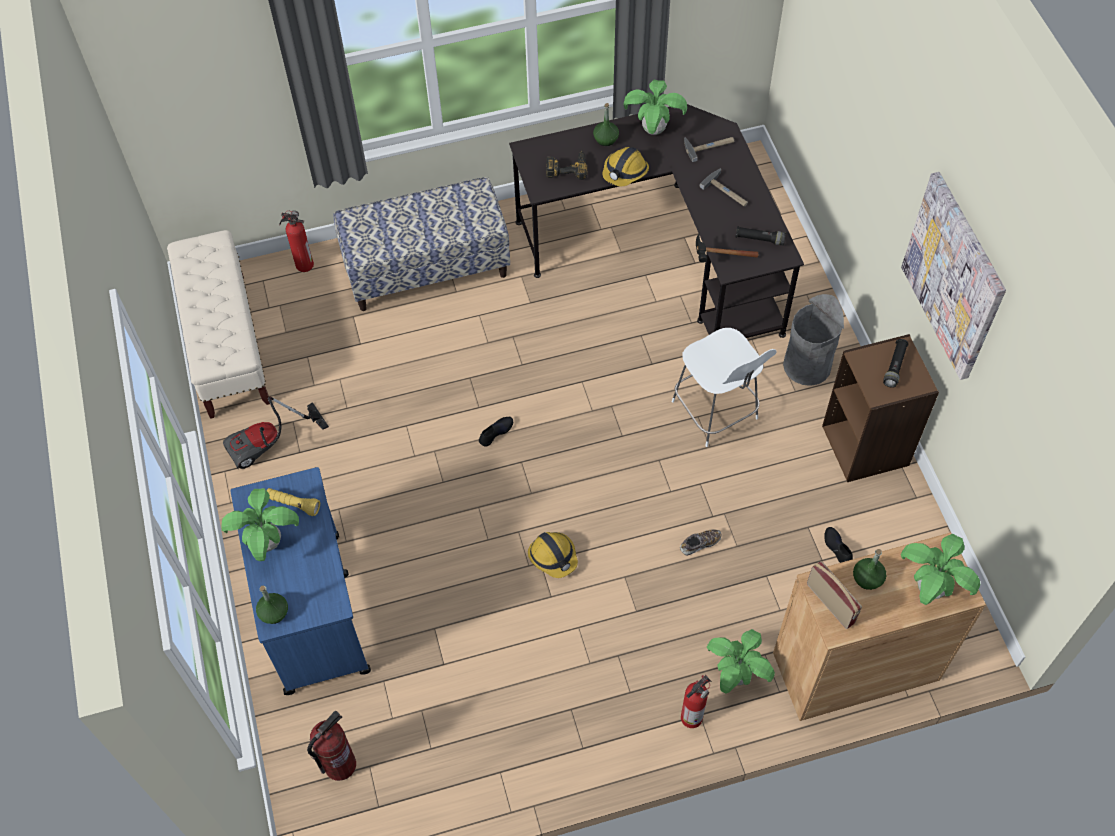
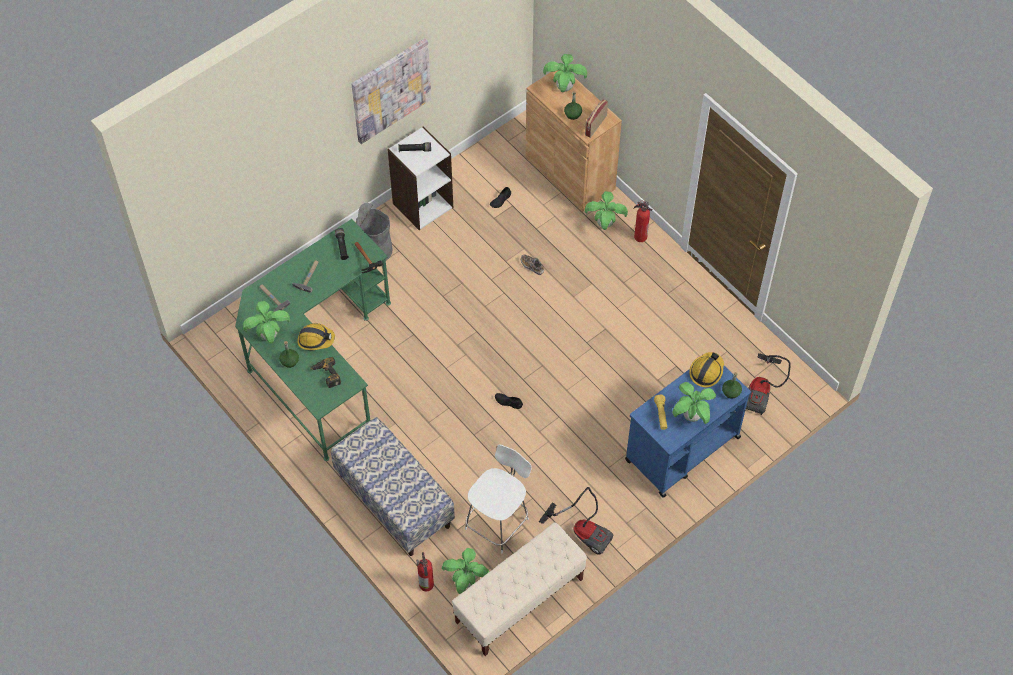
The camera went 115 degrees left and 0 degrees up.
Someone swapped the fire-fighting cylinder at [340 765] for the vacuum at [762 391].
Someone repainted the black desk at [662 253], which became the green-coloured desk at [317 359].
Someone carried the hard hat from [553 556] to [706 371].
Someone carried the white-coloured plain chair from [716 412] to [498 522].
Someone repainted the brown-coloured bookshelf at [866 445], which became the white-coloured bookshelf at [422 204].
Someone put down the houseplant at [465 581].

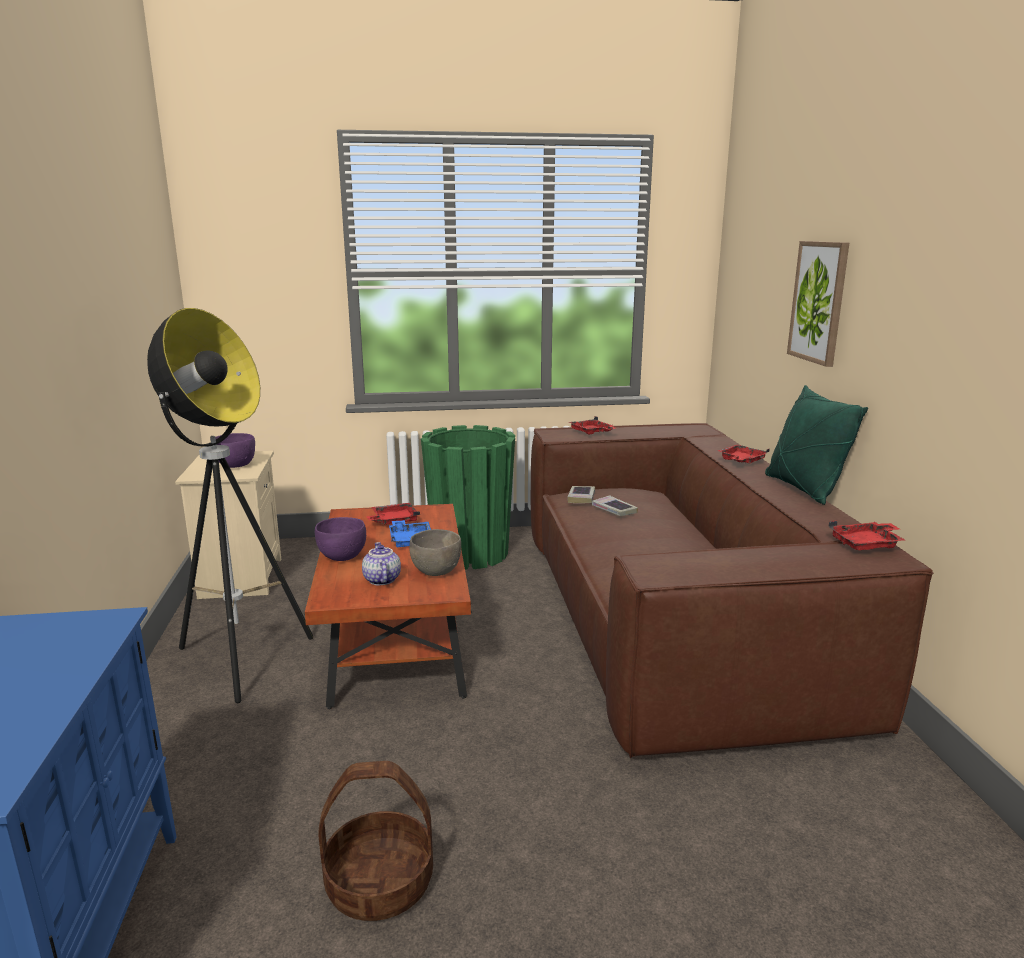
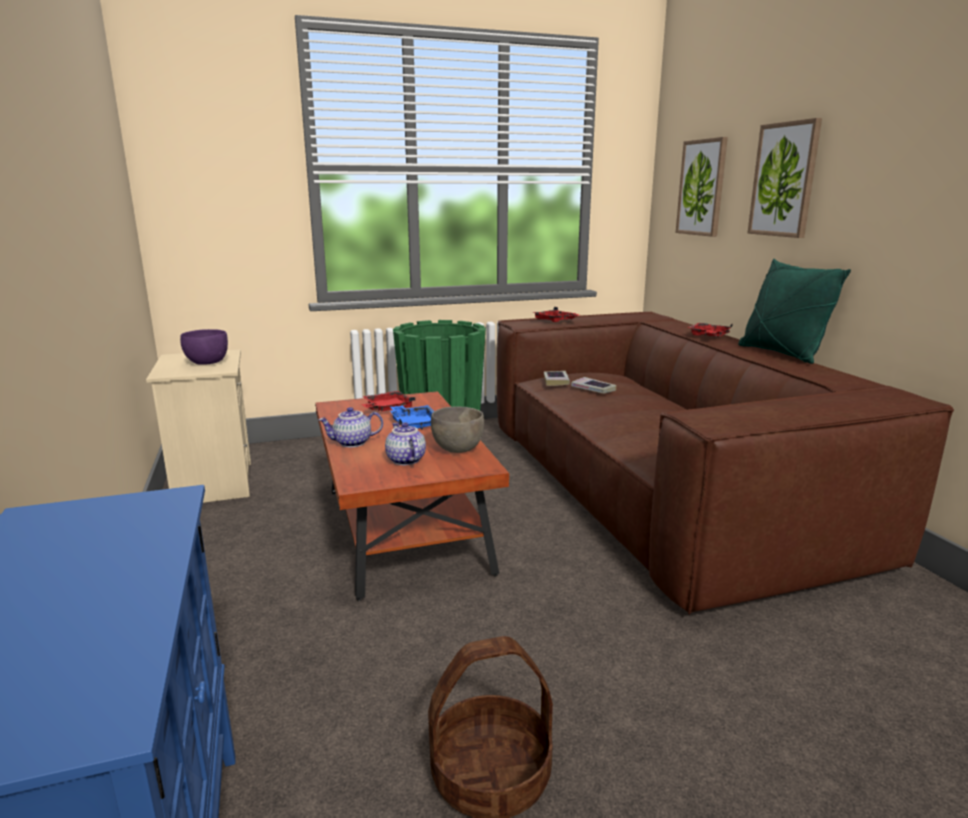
The camera went 10 degrees left and 0 degrees up.
Someone took away the standard lamp at [241 661].
Someone swapped the purple-coloured deep dish at [342 557] for the teapot at [352 443].
Someone took away the red-coloured carrying tray at [866 544].
Someone put up the picture at [702 188].

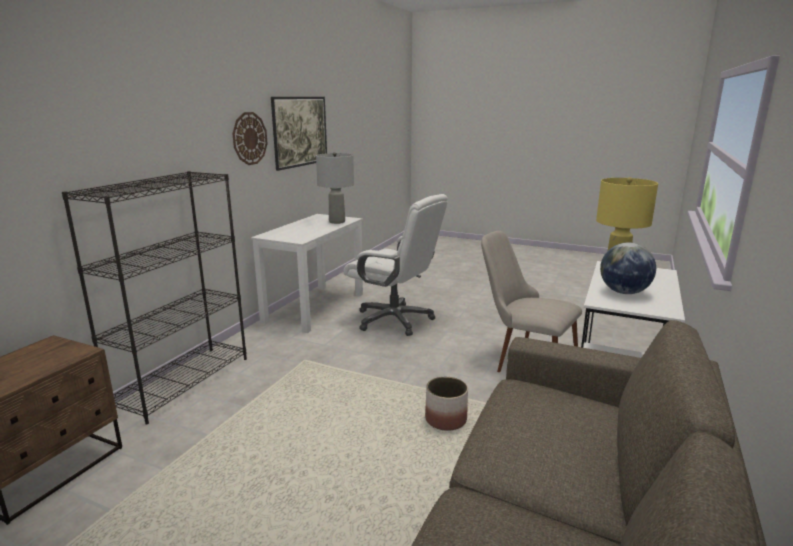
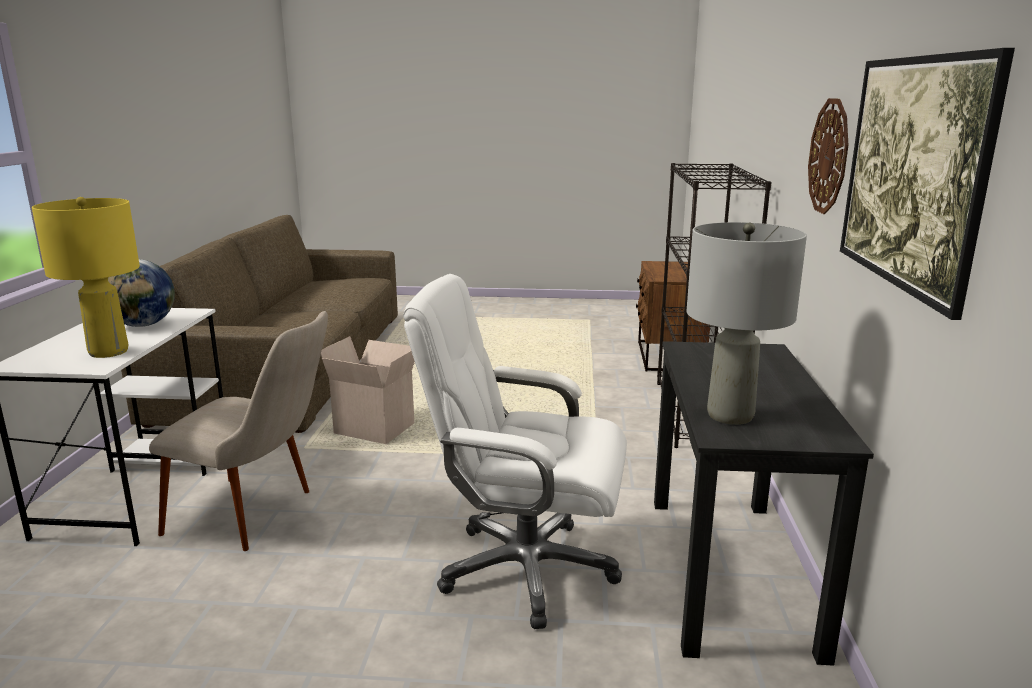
The camera went 160 degrees right and 0 degrees up.
Someone repainted the white-coloured desk at [315 307], which became the black desk at [729 571].
Someone swapped the flower pot at [445 419] for the carton at [377 428].

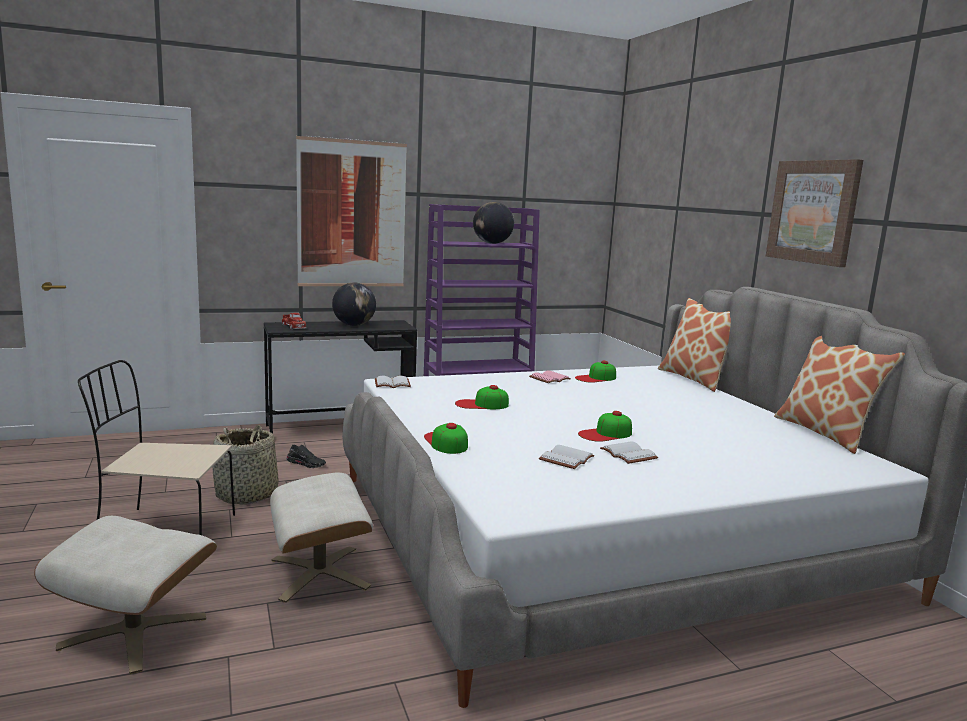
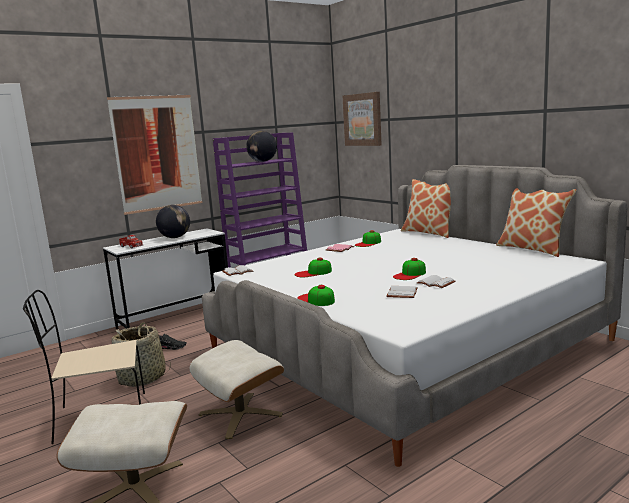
The camera went 15 degrees left and 0 degrees up.
Someone repainted the black desk at [340 428], which became the white-coloured desk at [176 318].
Someone carried the picture from [813 212] to [362 119].

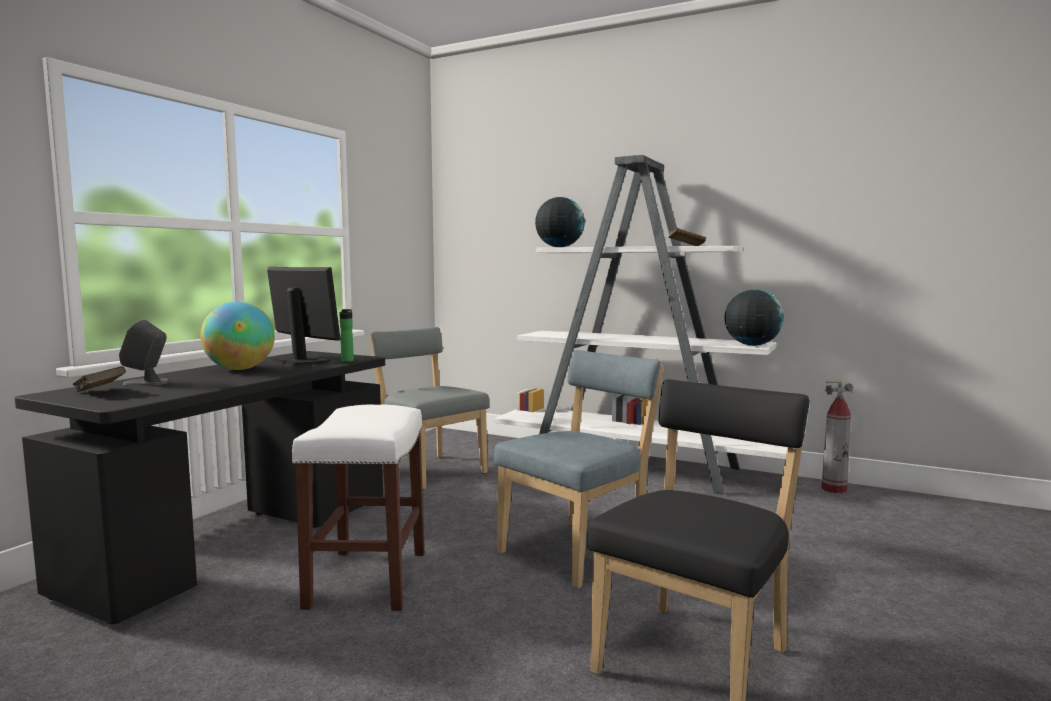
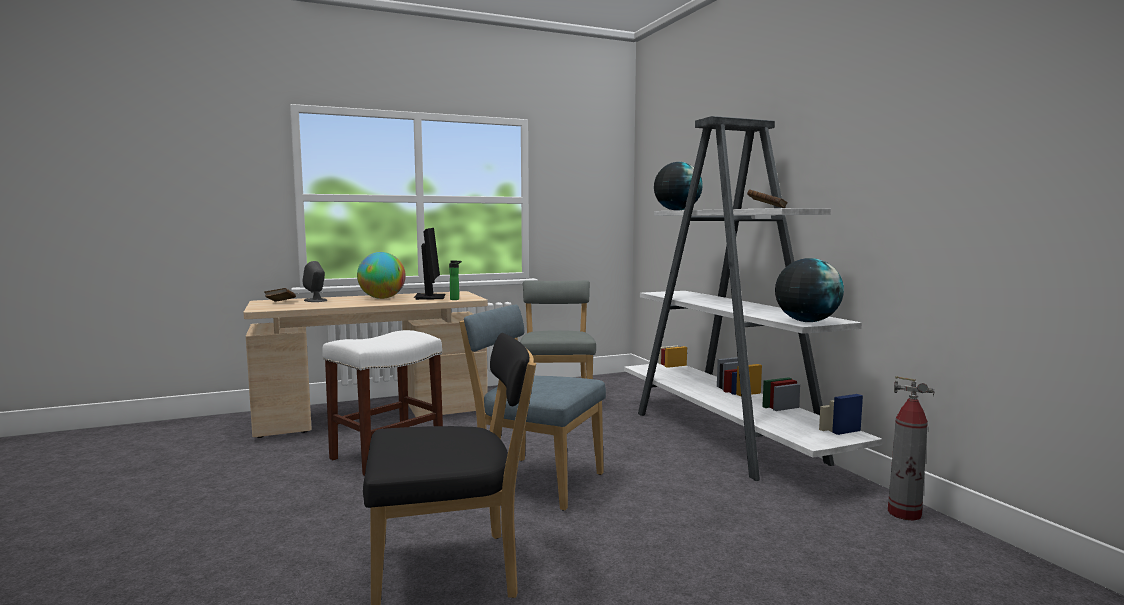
The camera went 40 degrees right and 0 degrees up.
Someone repainted the black desk at [240 542], which became the beige desk at [374 416].
Someone rotated the blue plain chair at [579 550] by 150 degrees counterclockwise.

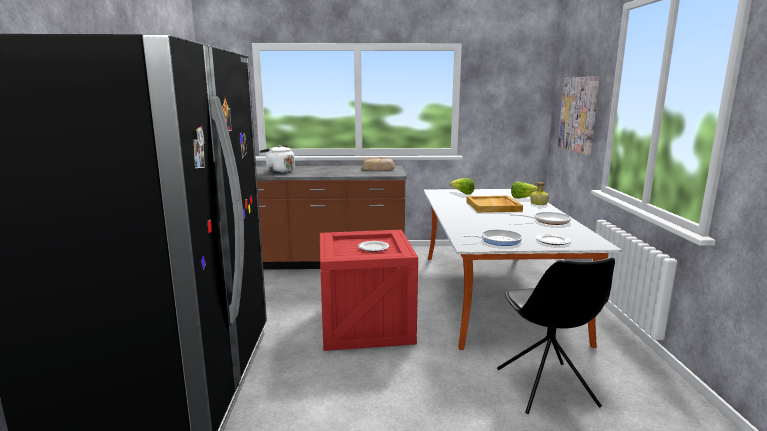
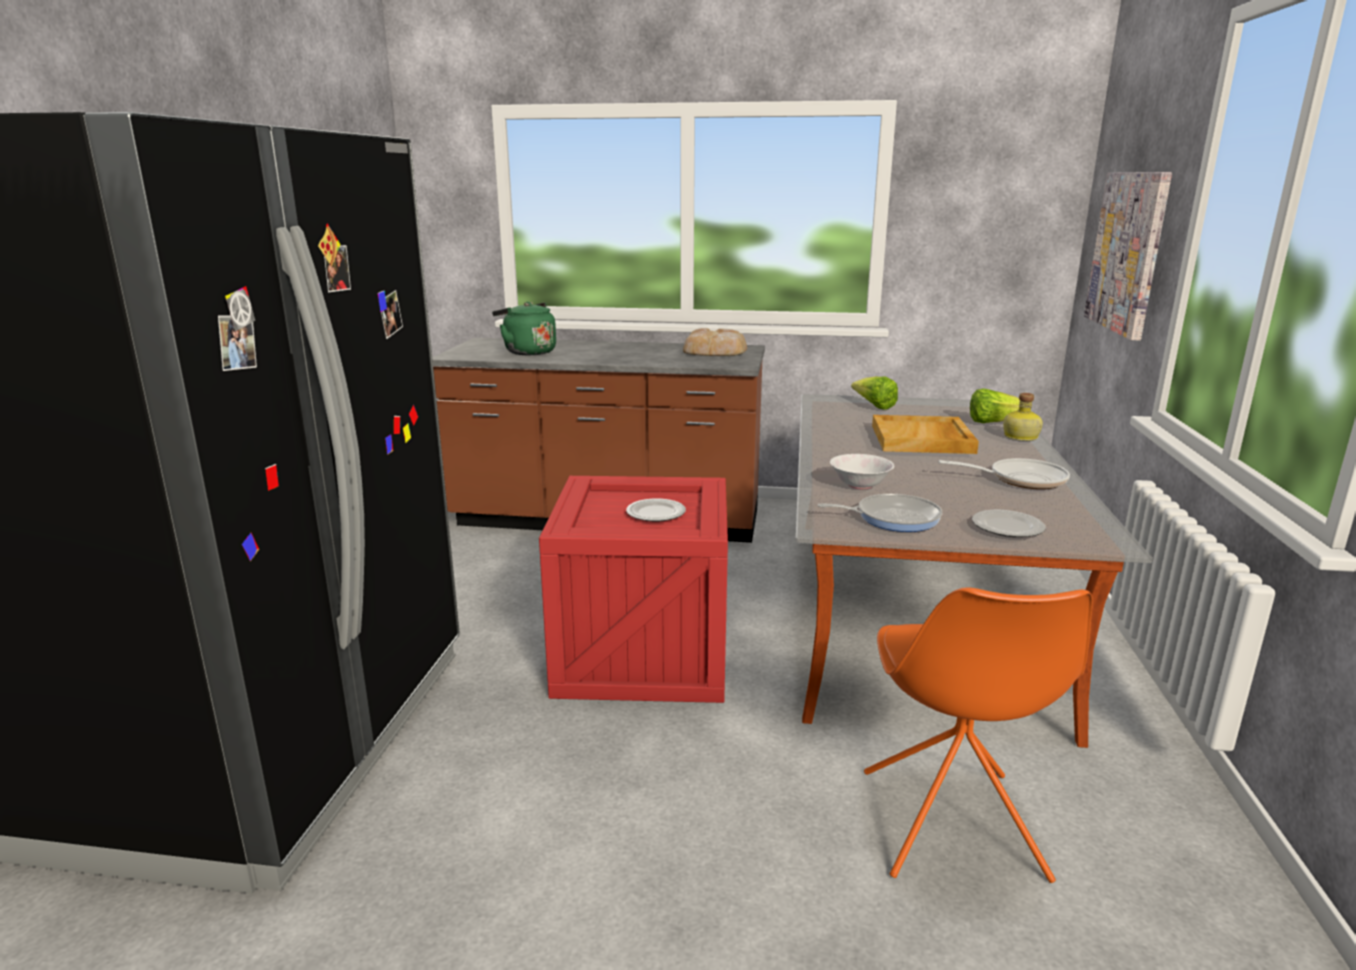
The camera went 10 degrees right and 5 degrees up.
Someone repainted the white-coloured kettle at [278 172], which became the green-coloured kettle at [527 352].
Someone repainted the black plain chair at [546 388], which became the orange plain chair at [951 826].
Someone put down the white-coloured deep dish at [859 485].

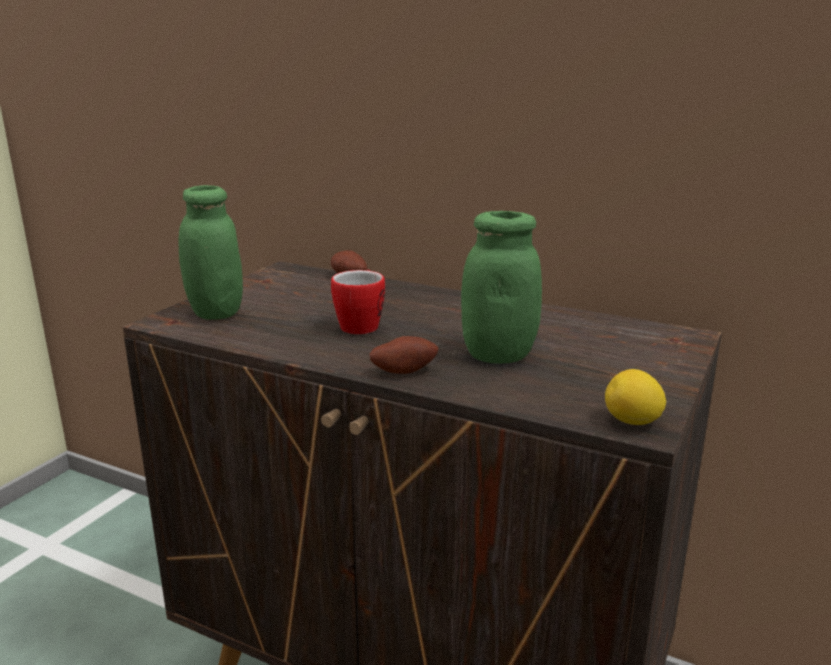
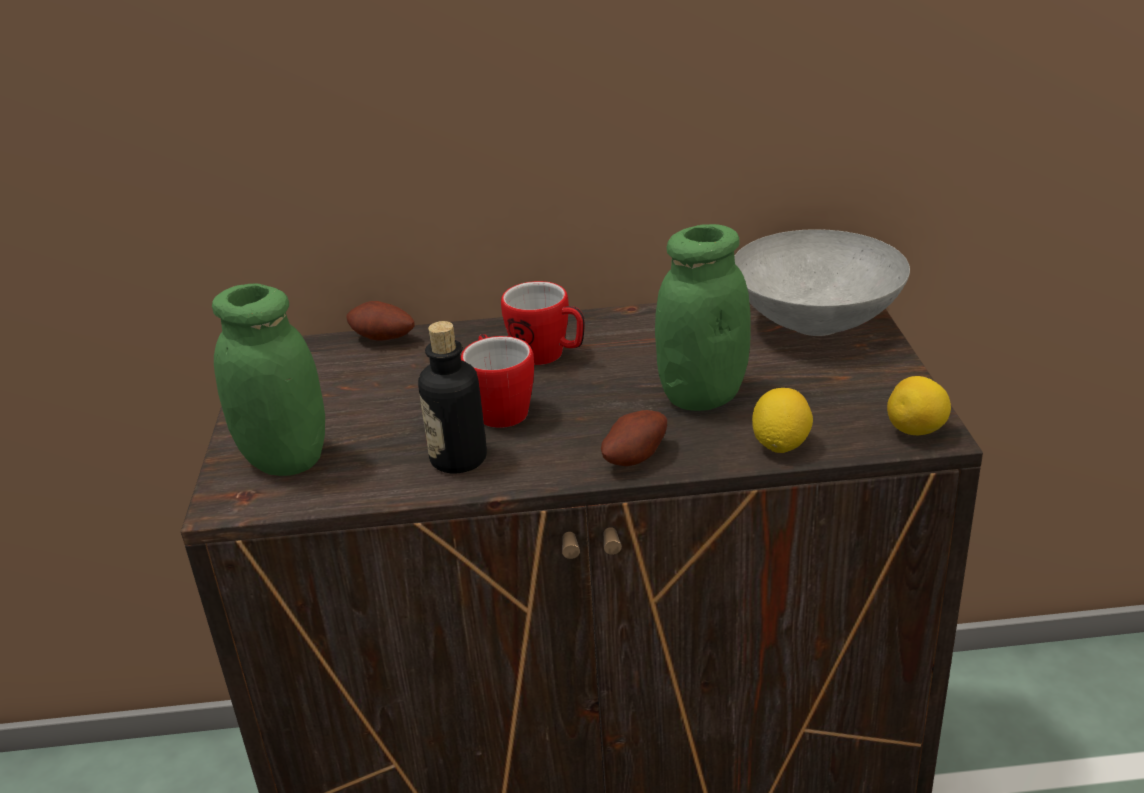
The camera went 30 degrees left and 10 degrees up.
Someone put down the beverage bottle at [458 459].
Someone put down the coffee mug at [548 356].
Someone put down the greyish deep dish at [816 325].
Someone put down the lemon at [780 445].

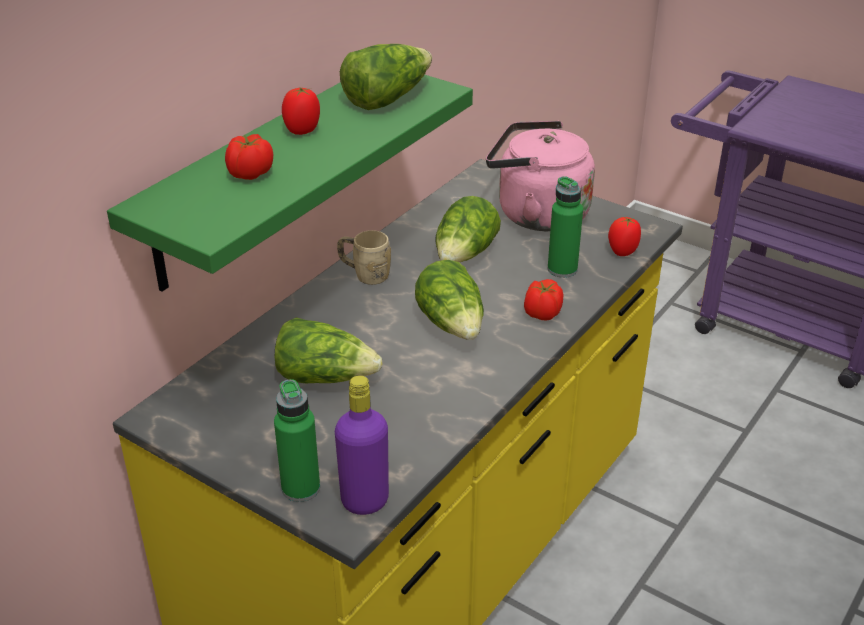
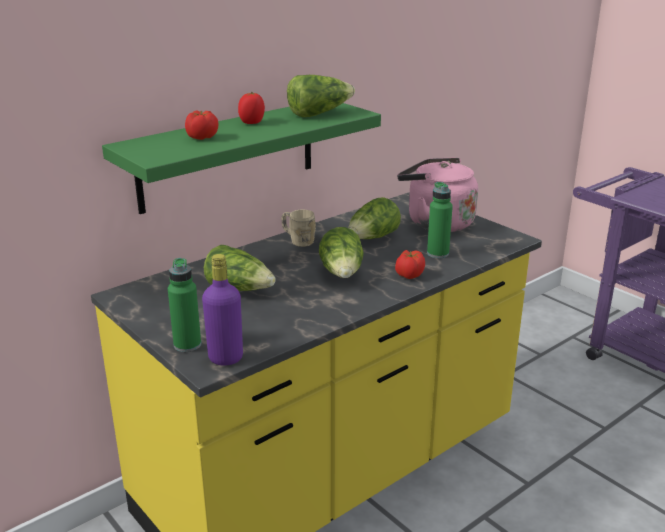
The camera went 15 degrees right and 10 degrees down.
Someone took away the whole tomato at [622 252].

